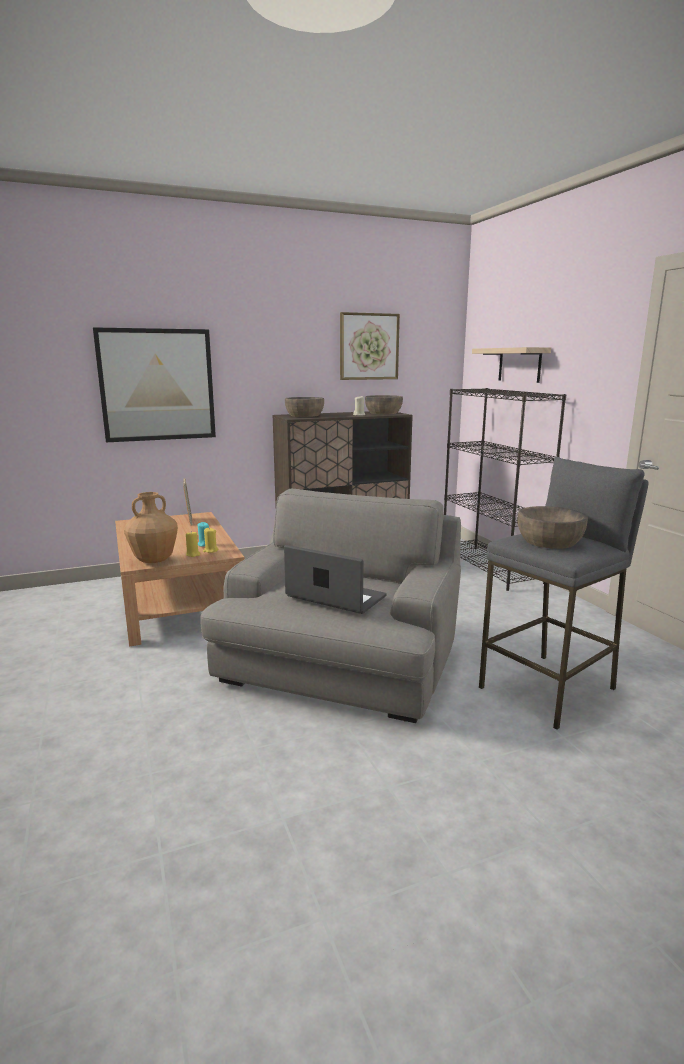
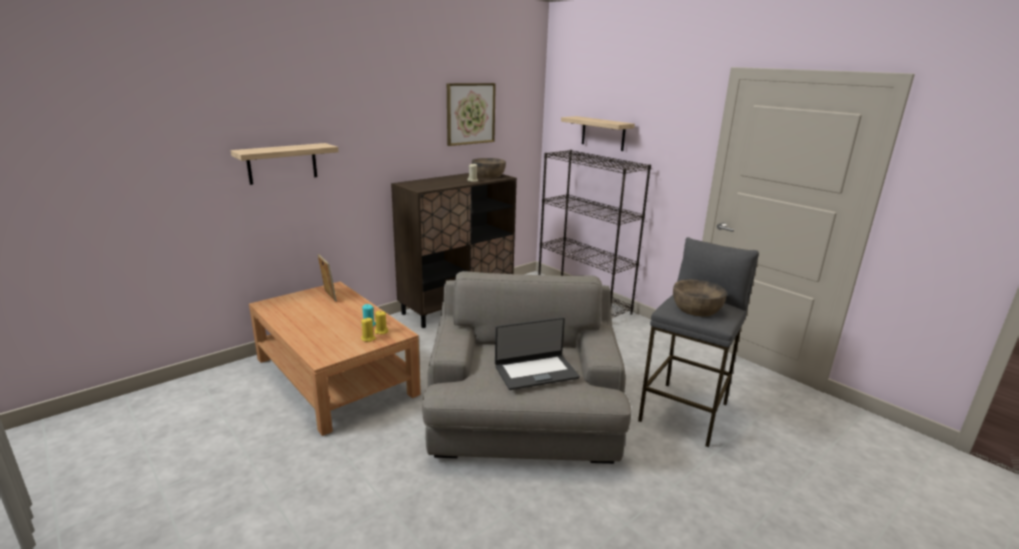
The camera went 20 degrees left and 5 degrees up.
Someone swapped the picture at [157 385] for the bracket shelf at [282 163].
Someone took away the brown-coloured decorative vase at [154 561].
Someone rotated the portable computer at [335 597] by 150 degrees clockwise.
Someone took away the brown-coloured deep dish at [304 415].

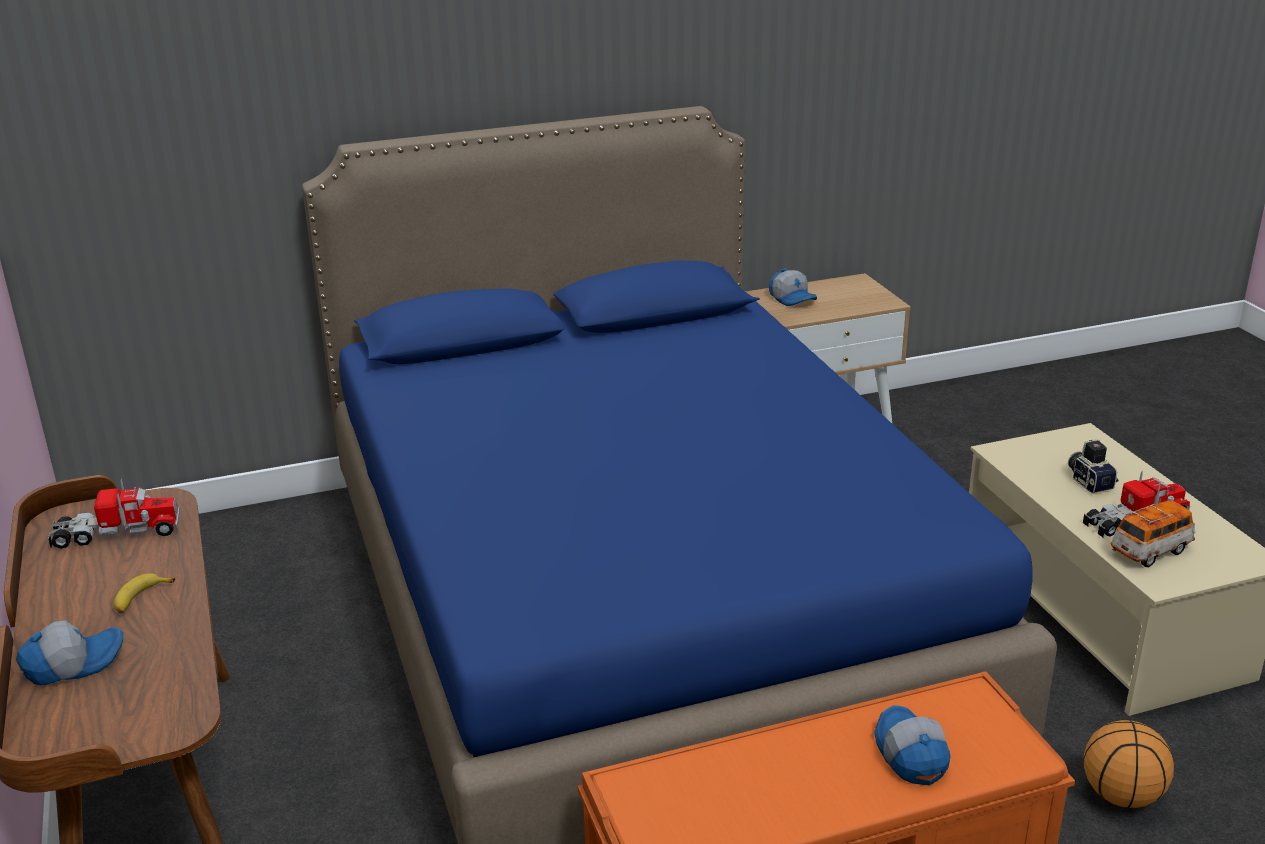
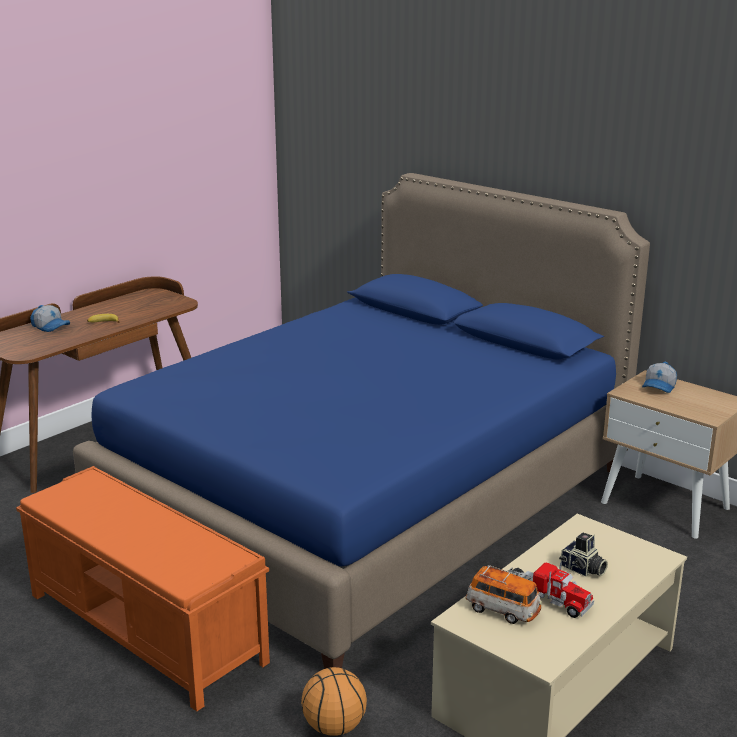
The camera went 60 degrees right and 5 degrees down.
Someone took away the toy lorry at [116 533].
Someone took away the cap at [909 755].
Someone rotated the still camera at [1090 481] by 90 degrees clockwise.

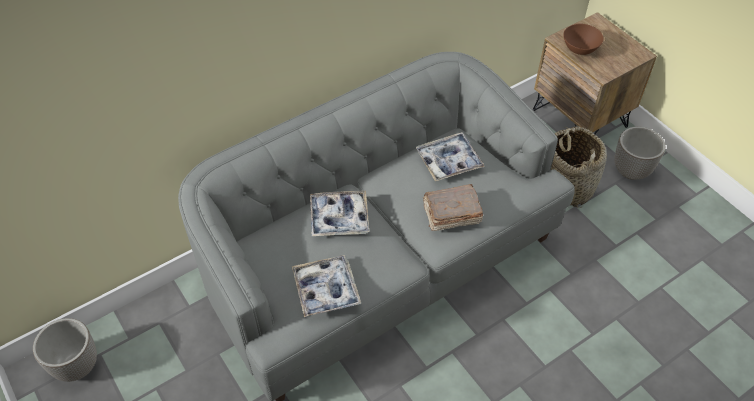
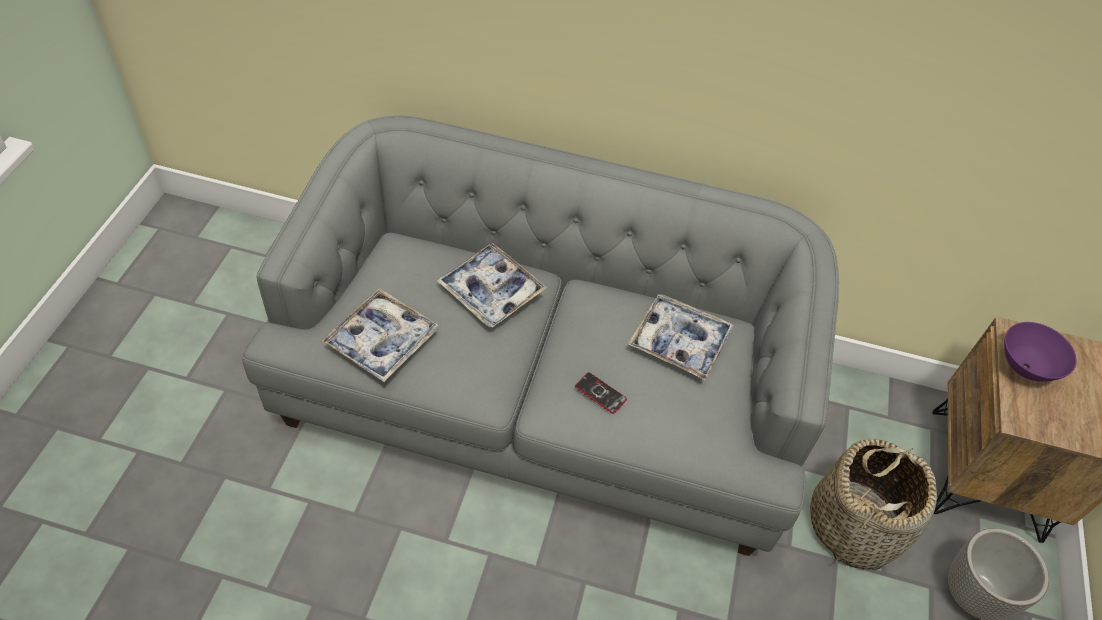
The camera went 45 degrees right and 0 degrees up.
Someone took away the flower pot at [76 366].
Someone swapped the brown-coloured book at [450 214] for the telephone at [600 393].
Someone repainted the brown-coloured deep dish at [580 50], which became the purple-coloured deep dish at [1025 368].

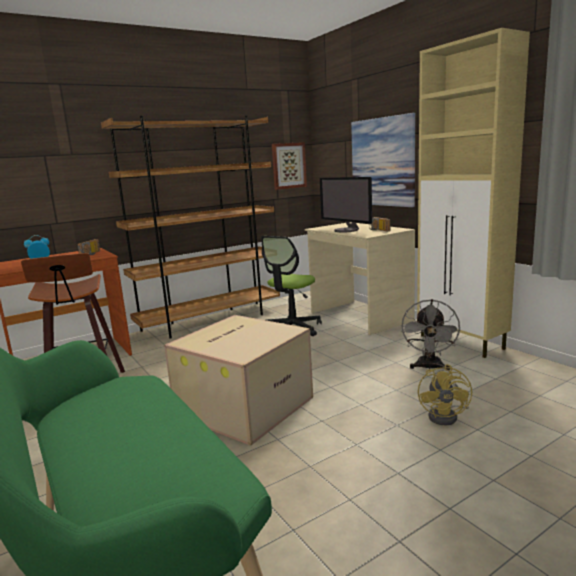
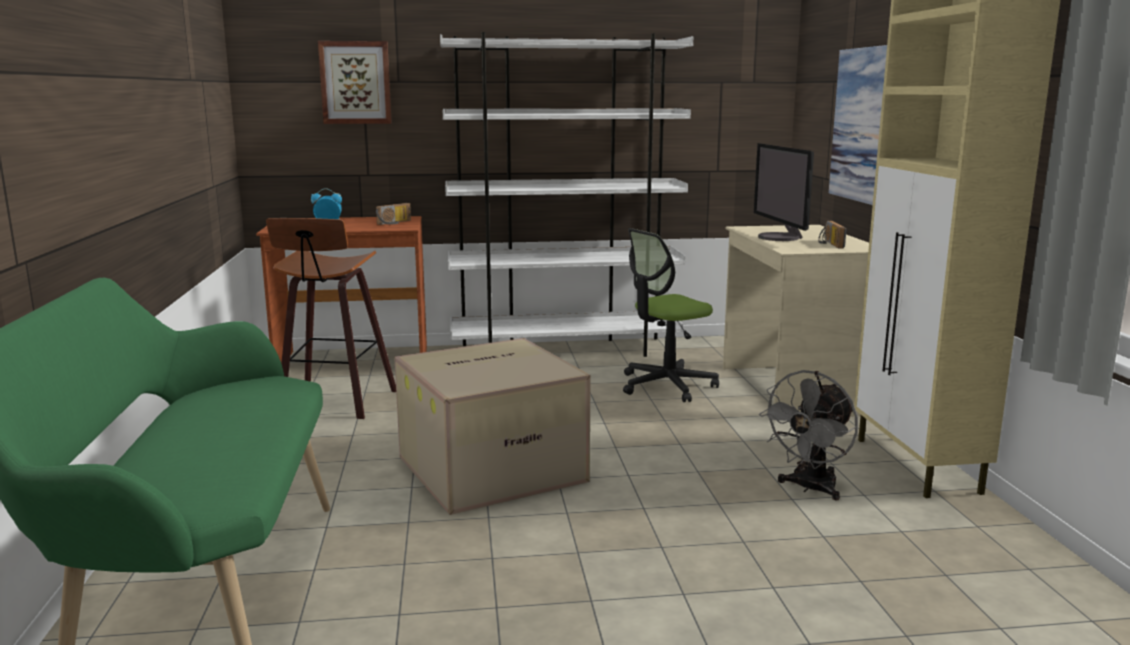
The camera went 25 degrees right and 0 degrees up.
Someone repainted the brown-coloured bookshelf at [210 321], which became the white-coloured bookshelf at [565 350].
Someone carried the picture from [288 165] to [355 82].
Someone took away the yellowish electric fan at [447 416].

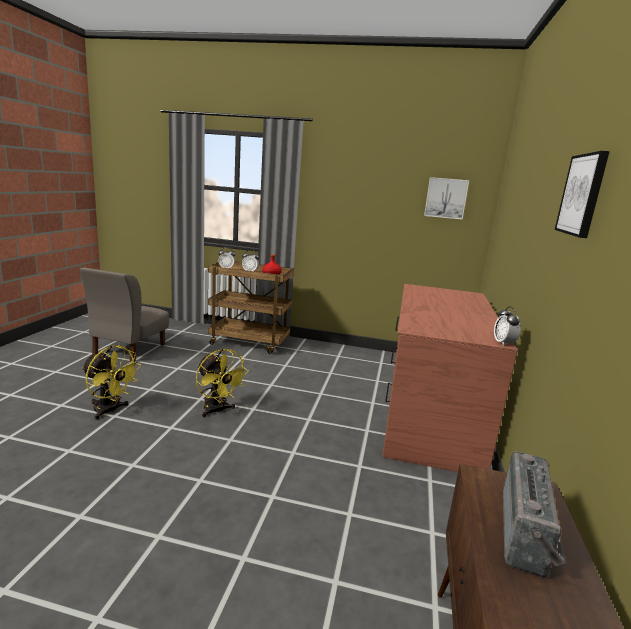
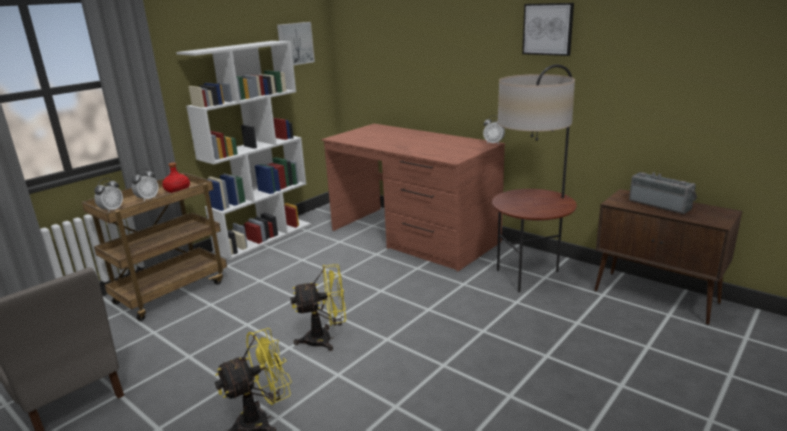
The camera went 60 degrees left and 5 degrees up.
Someone put down the white-coloured bookshelf at [264 237].
Someone put down the standard lamp at [529 276].

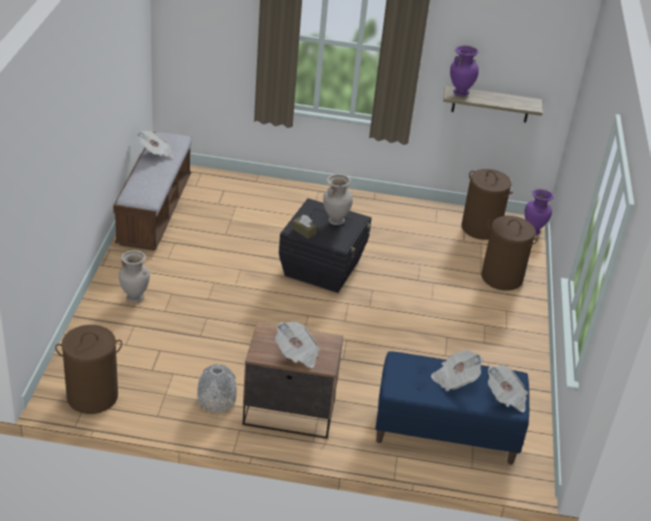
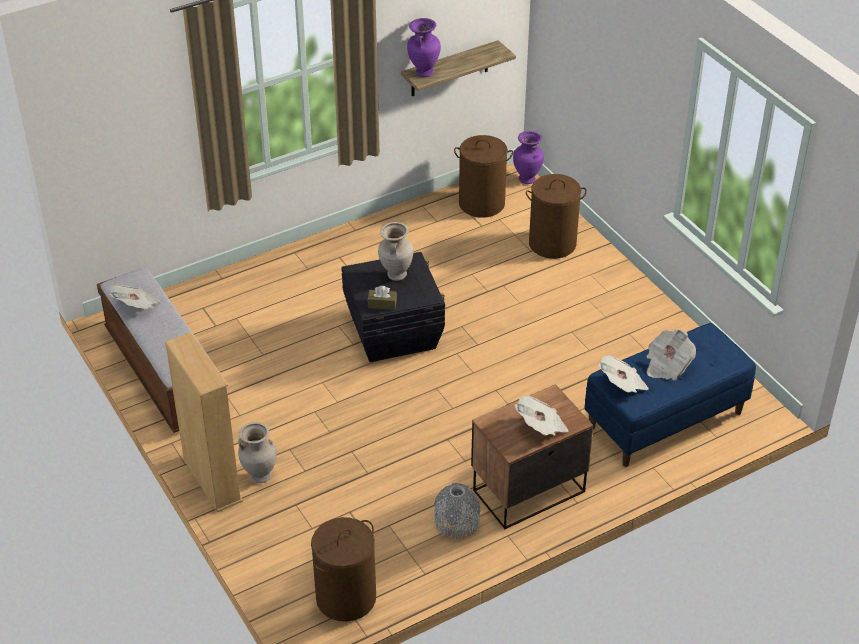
The camera went 35 degrees left and 5 degrees up.
Someone carried the daily paper from [506 397] to [622 385].
Someone put down the beige bookshelf at [212 480].

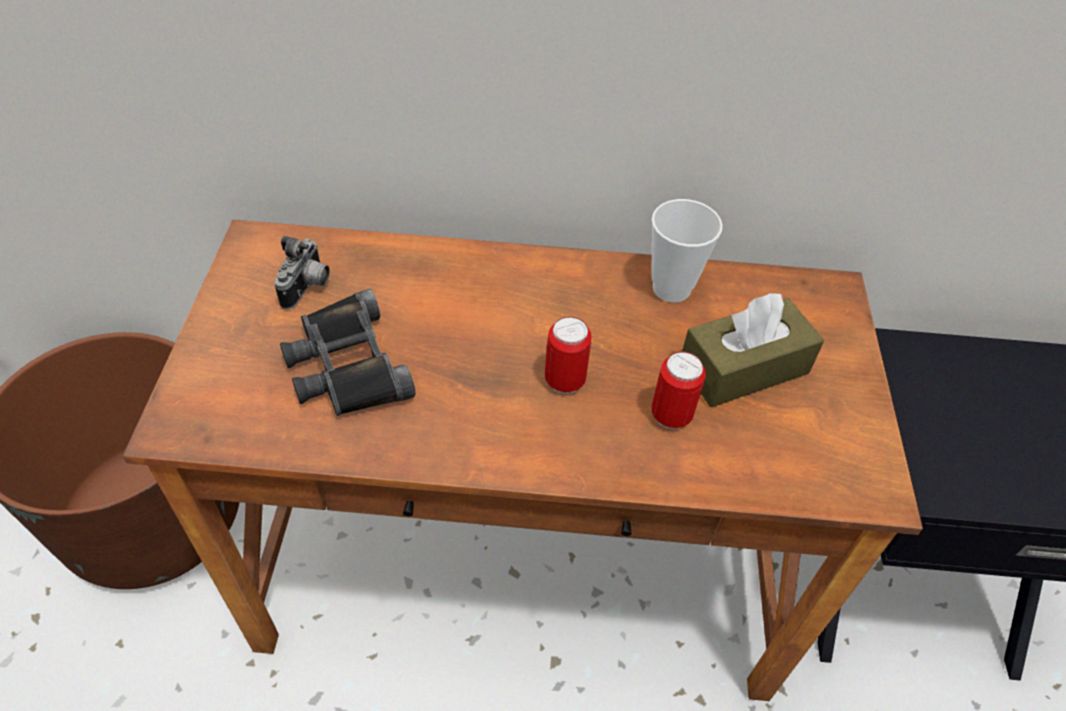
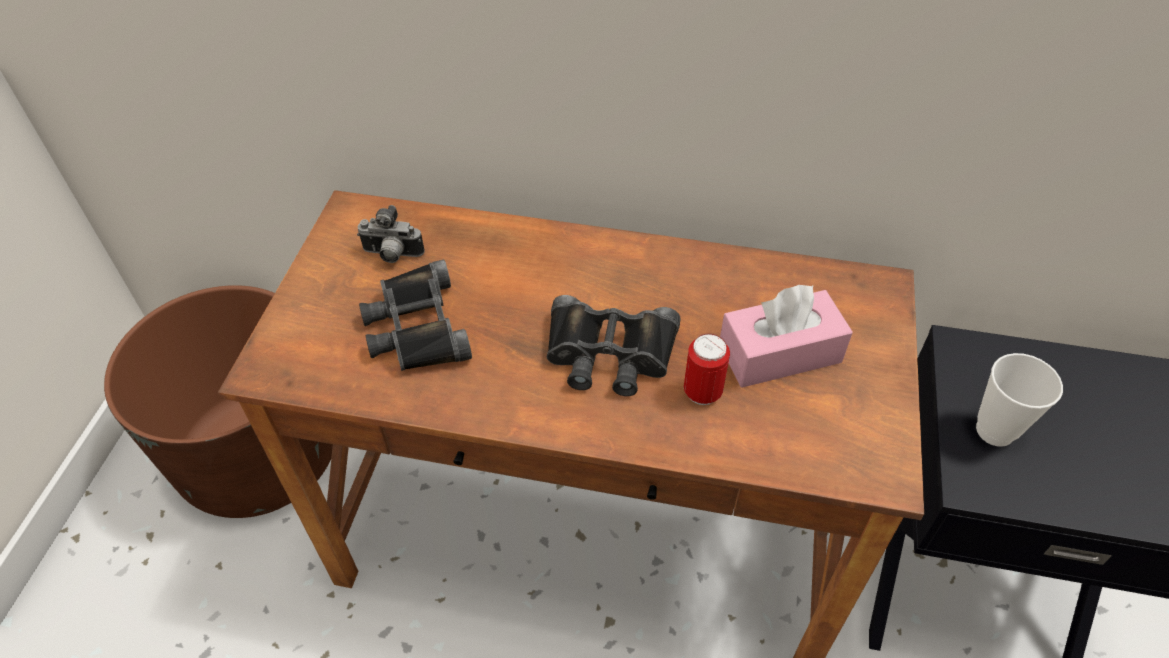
The camera went 10 degrees right and 0 degrees up.
Someone rotated the still camera at [308 288] by 75 degrees clockwise.
Someone swapped the can at [564 381] for the black binoculars at [609 354].
Someone carried the small cup from [671 288] to [995 430].
Someone repainted the brown-coloured tissue box at [744 368], which became the pink-coloured tissue box at [779 353].

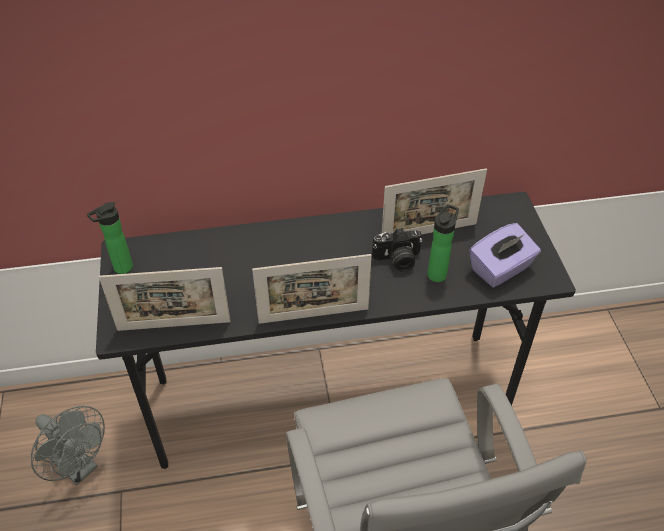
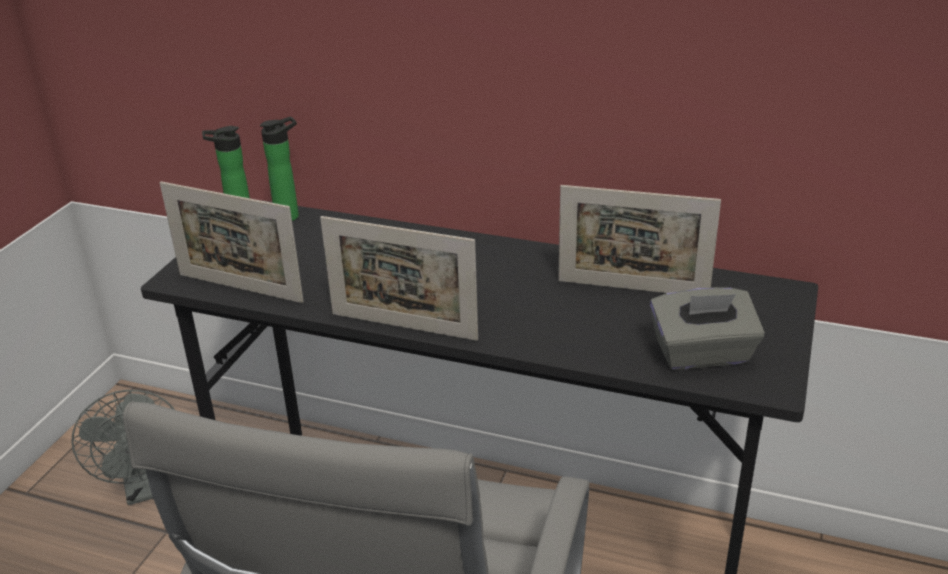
The camera went 30 degrees right and 15 degrees down.
Someone took away the still camera at [397 260].
Someone carried the beverage bottle from [438 273] to [290 216].
Someone repainted the purple-coloured tissue box at [501 269], which became the greyish tissue box at [702 354].

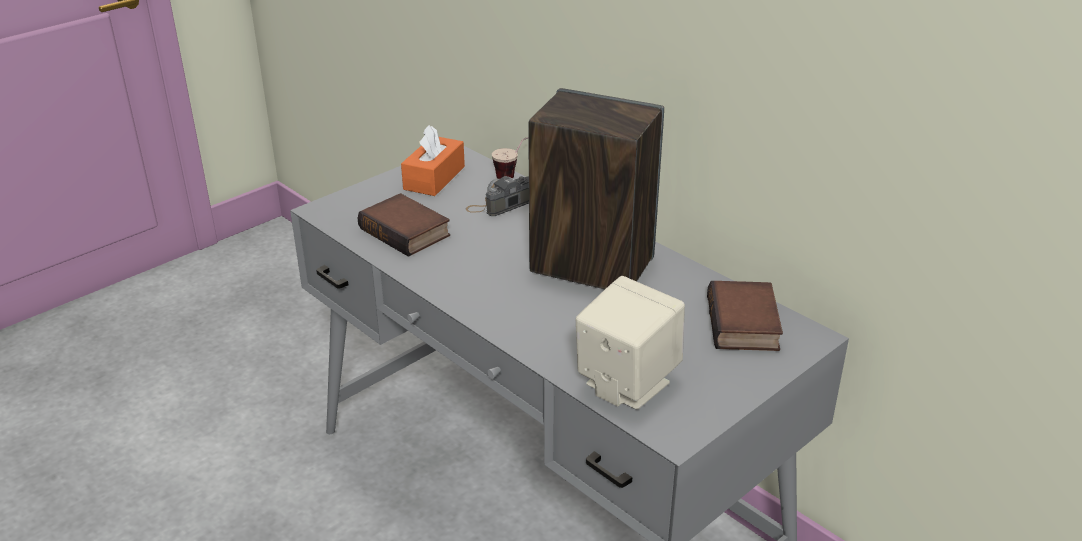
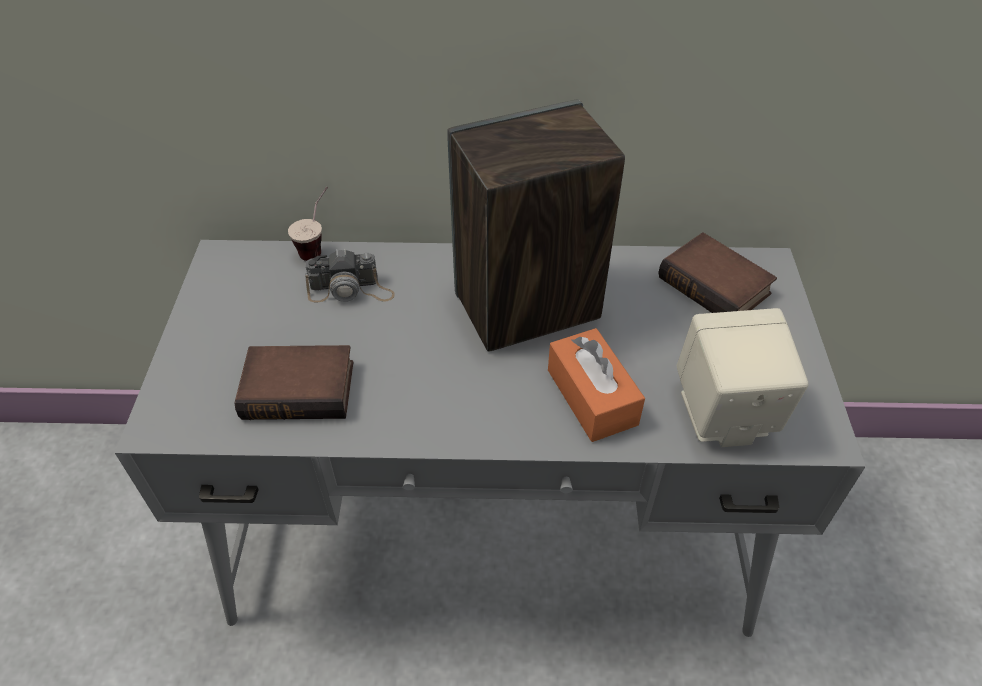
The camera went 45 degrees left and 15 degrees up.
Someone carried the orange tissue box from [434 178] to [592 397].
Someone rotated the still camera at [500 204] by 105 degrees counterclockwise.

